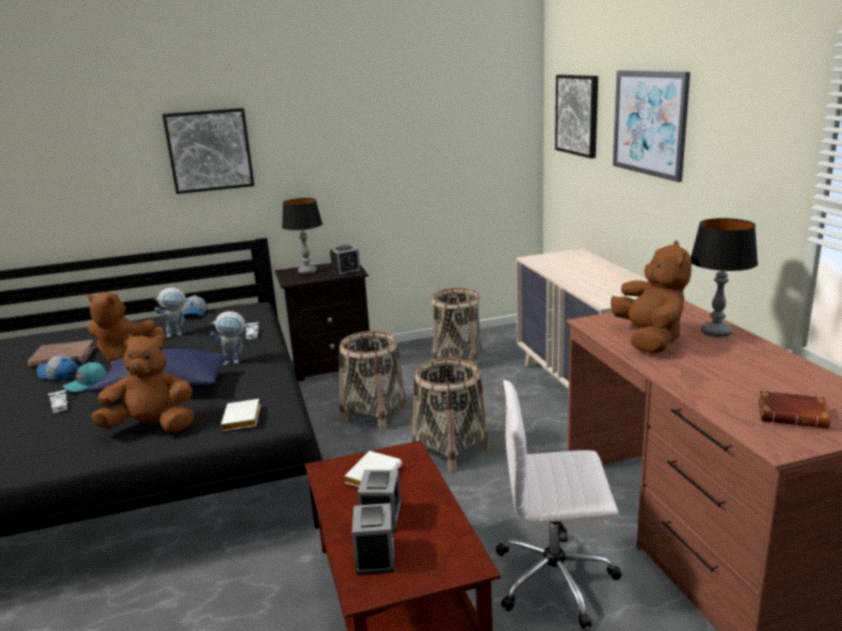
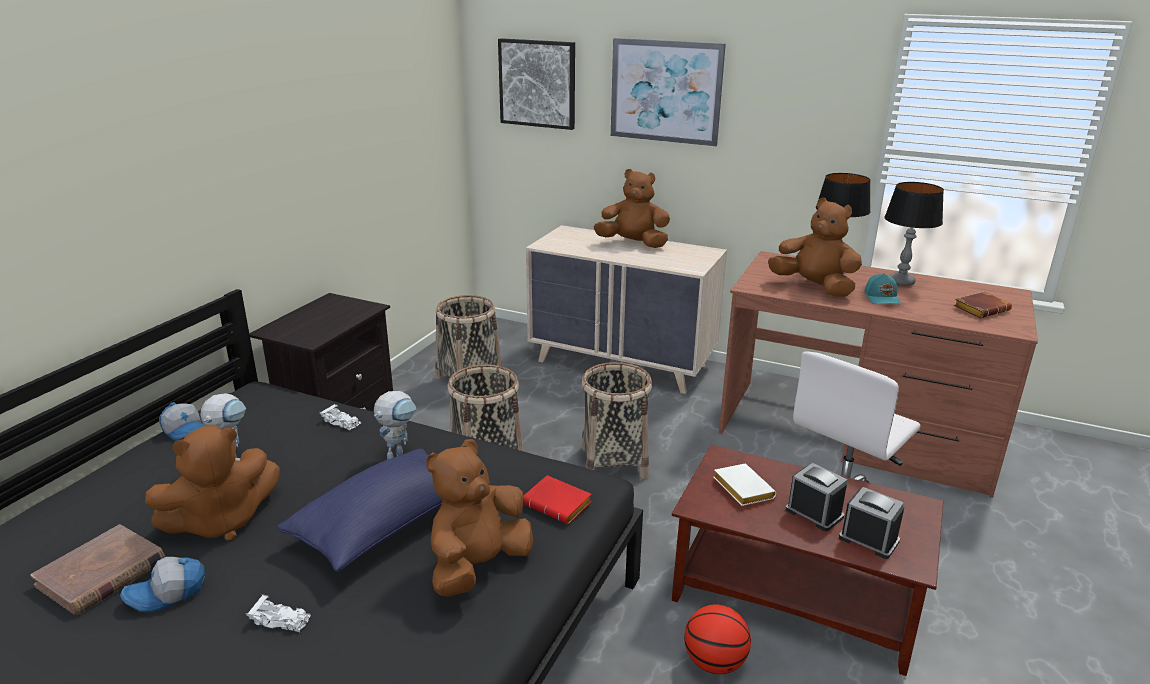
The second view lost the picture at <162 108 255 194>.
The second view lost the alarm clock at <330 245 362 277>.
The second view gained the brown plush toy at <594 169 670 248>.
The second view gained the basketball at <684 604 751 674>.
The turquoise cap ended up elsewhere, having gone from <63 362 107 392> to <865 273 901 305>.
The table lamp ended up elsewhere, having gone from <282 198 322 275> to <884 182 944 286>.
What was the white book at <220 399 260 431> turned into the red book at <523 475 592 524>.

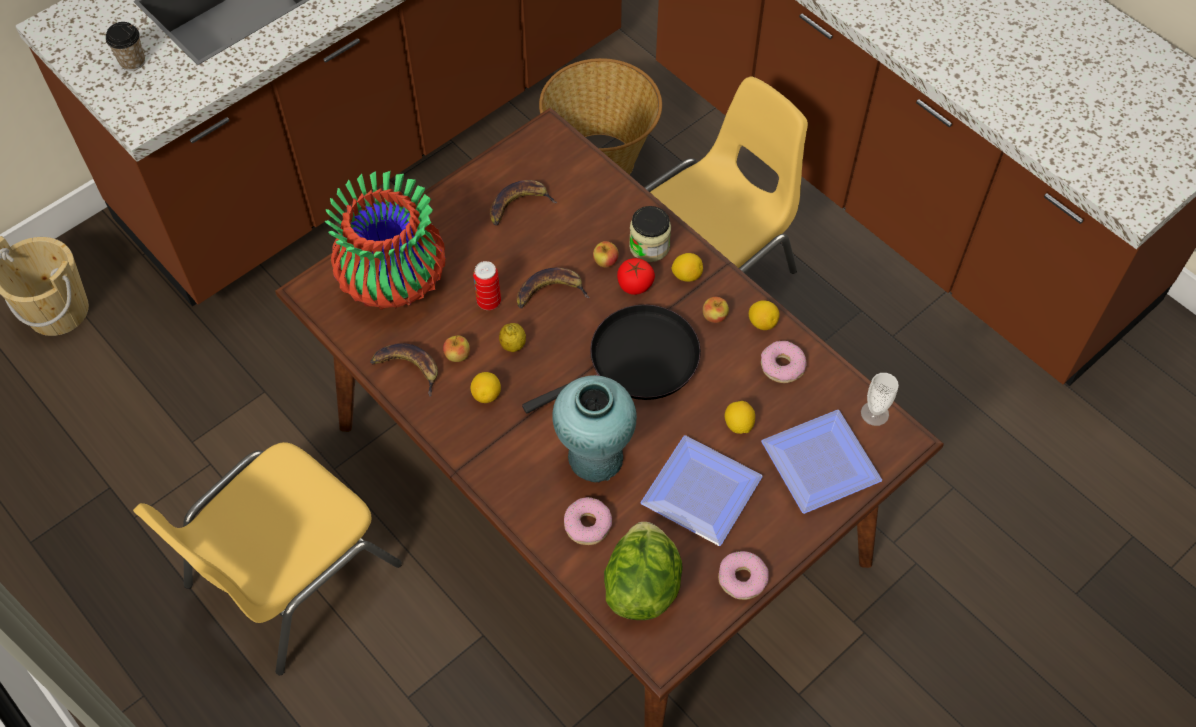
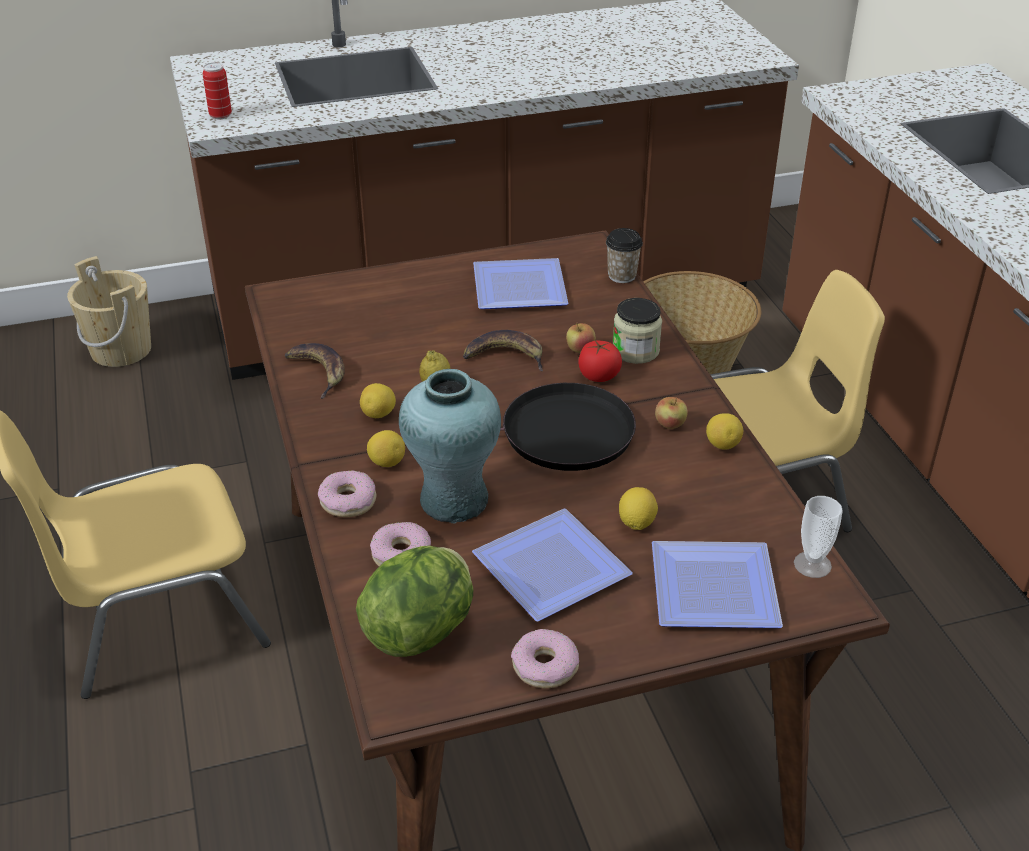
The second view lost the vase at <325 171 445 310>.
The second view lost the apple at <443 336 470 362>.
The cup ended up elsewhere, having gone from <106 22 145 71> to <606 228 643 283>.
The can ended up elsewhere, having gone from <473 261 501 310> to <203 62 232 120>.
The lemon ended up elsewhere, having gone from <671 253 703 282> to <367 430 405 467>.
The donut ended up elsewhere, having gone from <761 341 806 383> to <318 471 377 517>.
Where the banana stood at <490 180 558 225>, the plate came to stand at <473 258 569 309>.

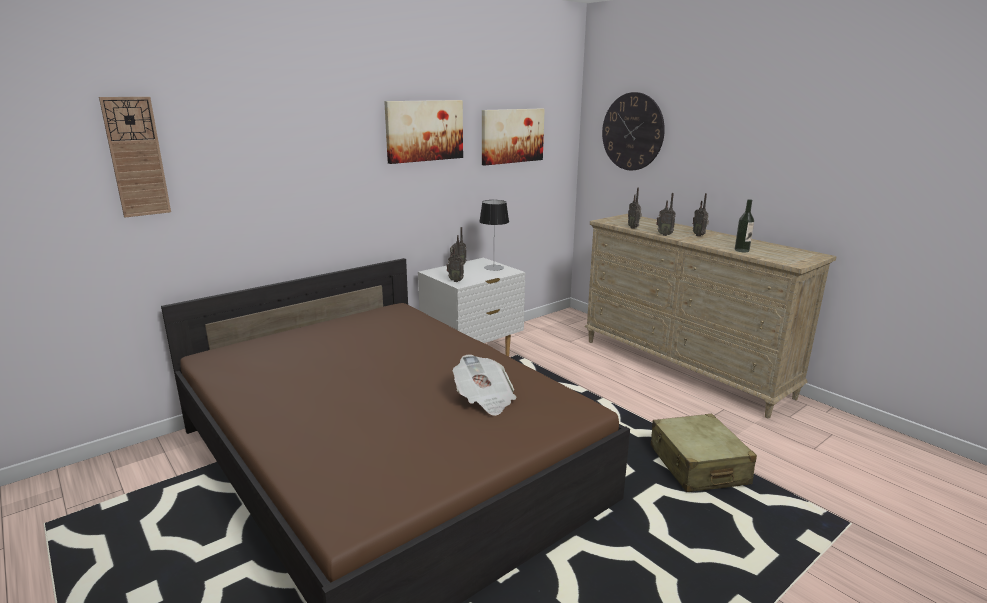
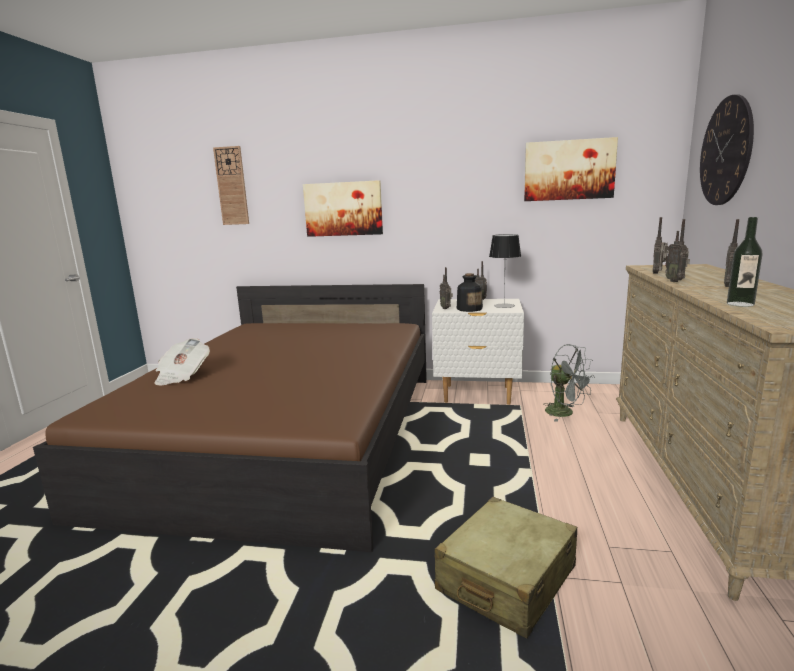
The second view gained the bottle at <457 273 483 312>.
The second view gained the grey fan at <544 344 594 422>.
The picture ended up elsewhere, having gone from <384 100 463 164> to <303 180 383 237>.
The newspaper ended up elsewhere, having gone from <453 354 517 416> to <155 338 210 385>.

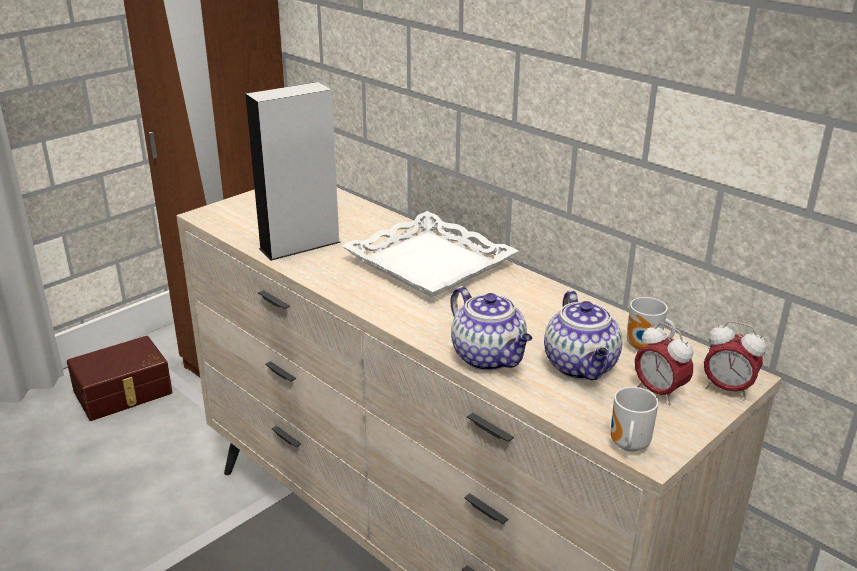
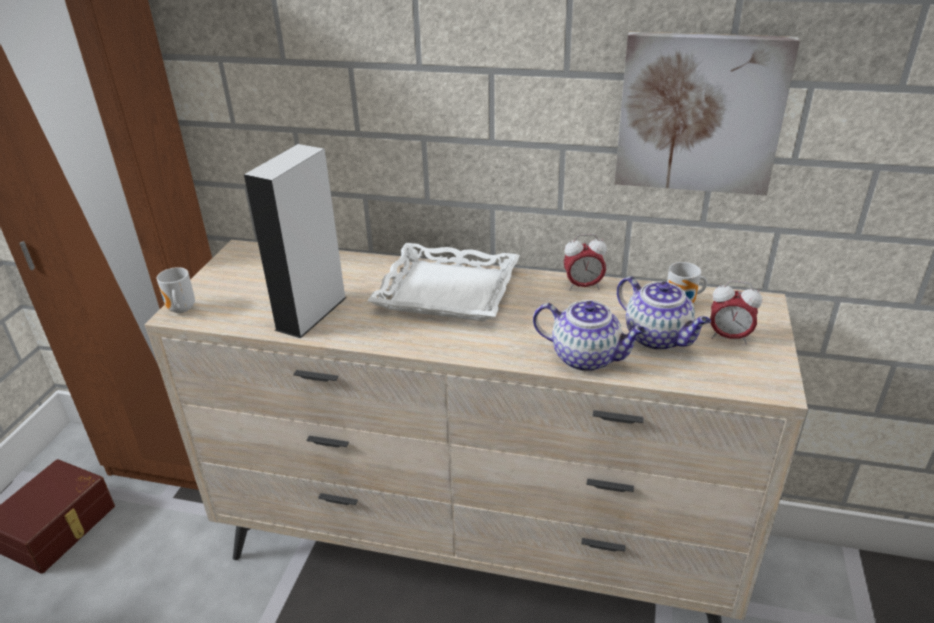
The second view gained the picture at <614 32 800 196>.
The mug ended up elsewhere, having gone from <610 387 659 452> to <156 267 195 313>.
The alarm clock ended up elsewhere, having gone from <704 321 766 400> to <564 234 607 291>.

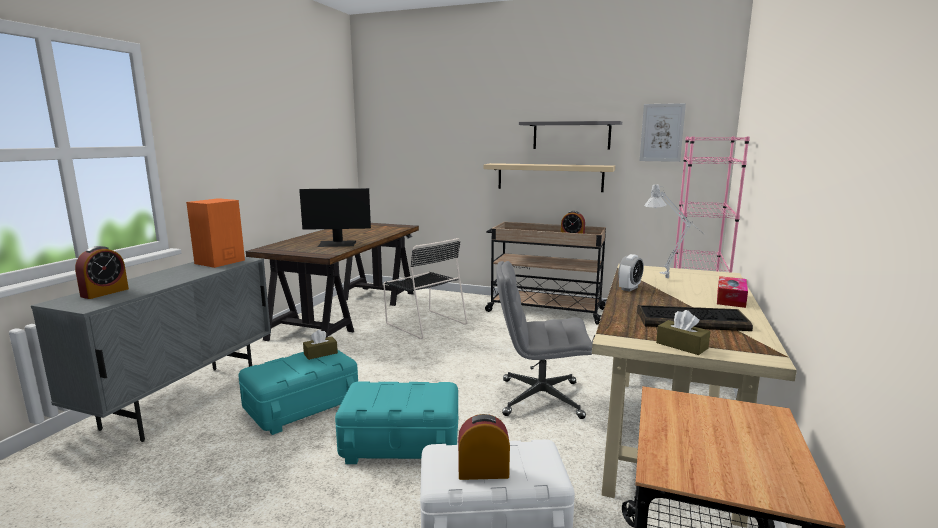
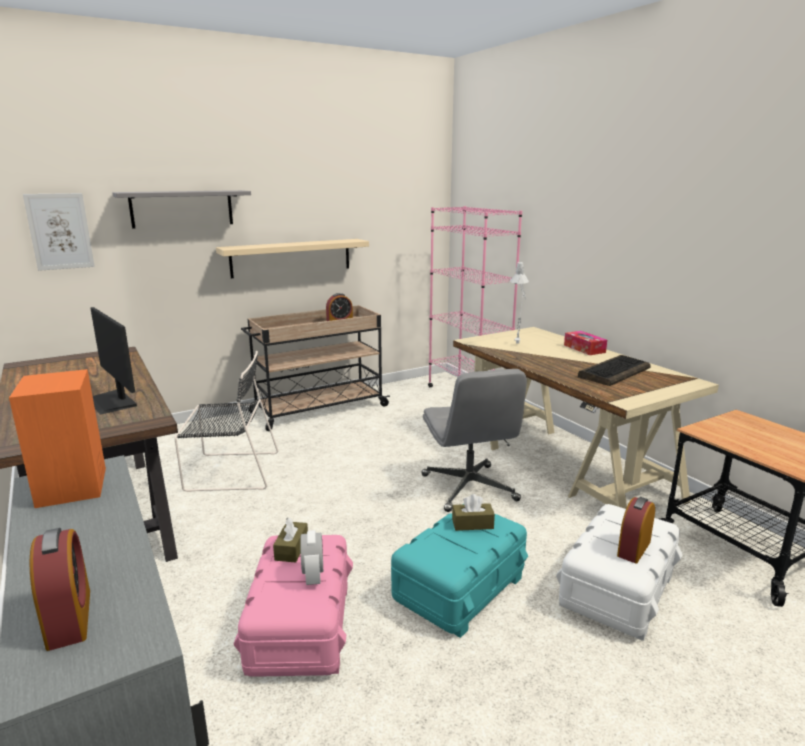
The grey shelf ended up elsewhere, having gone from <519 121 622 150> to <112 190 251 228>.
The alarm clock ended up elsewhere, having gone from <618 254 644 292> to <300 530 323 585>.
The picture ended up elsewhere, having gone from <640 103 686 162> to <23 193 95 271>.
The brown tissue box ended up elsewhere, having gone from <656 310 710 355> to <452 494 495 531>.
What was the turquoise storage box at <238 350 358 435> turned into the pink storage box at <233 535 353 677>.
The monitor at <299 188 371 247> ended up facing another way, 105 degrees clockwise from before.
The grey office chair at <496 261 592 419> ended up facing another way, 60 degrees counterclockwise from before.

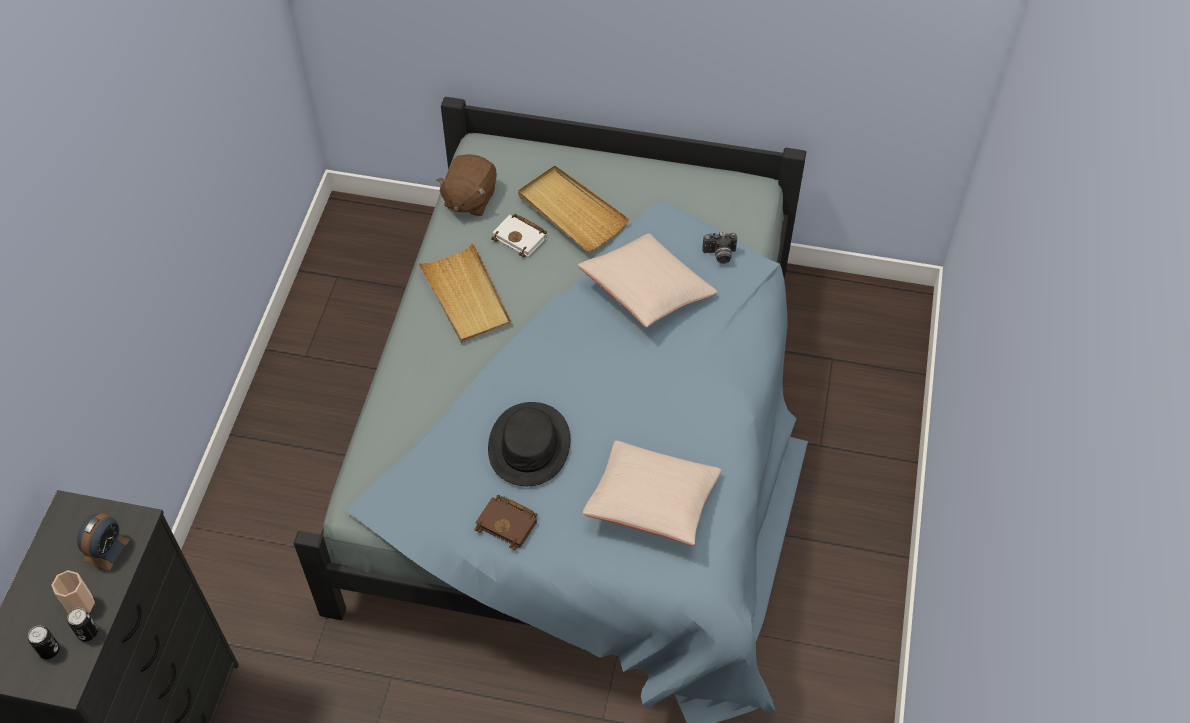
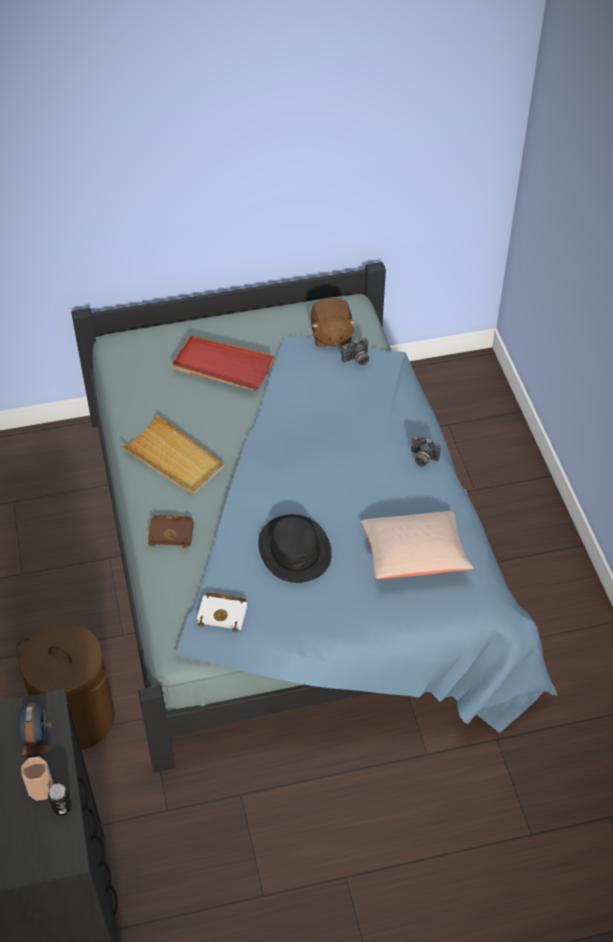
The second view lost the can at <28 626 60 659>.
The second view lost the beige pillow at <578 233 717 327>.
The second view gained the brown laundry basket at <16 624 115 750>.
The second view gained the photo camera at <411 436 441 467>.
The brown plush toy ended up elsewhere, having gone from <436 154 497 216> to <311 298 357 347>.
The brown book ended up elsewhere, having gone from <474 495 538 550> to <148 515 194 548>.
The white book ended up elsewhere, having gone from <491 214 547 257> to <197 592 247 632>.
What was the beige tray at <518 165 629 251> turned into the red tray at <172 336 274 391>.

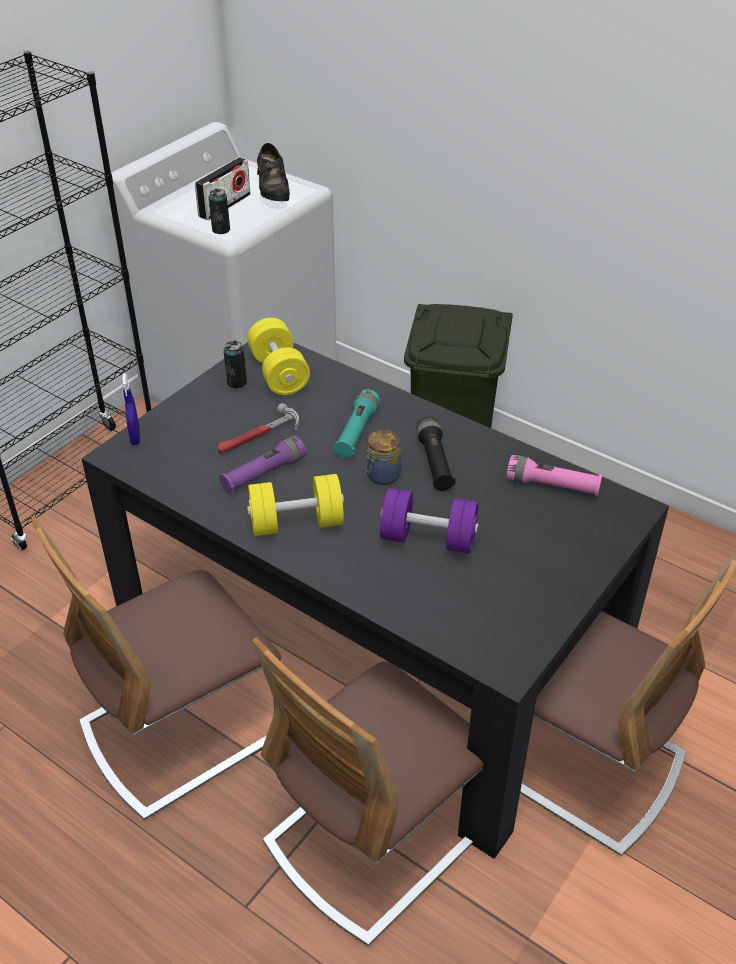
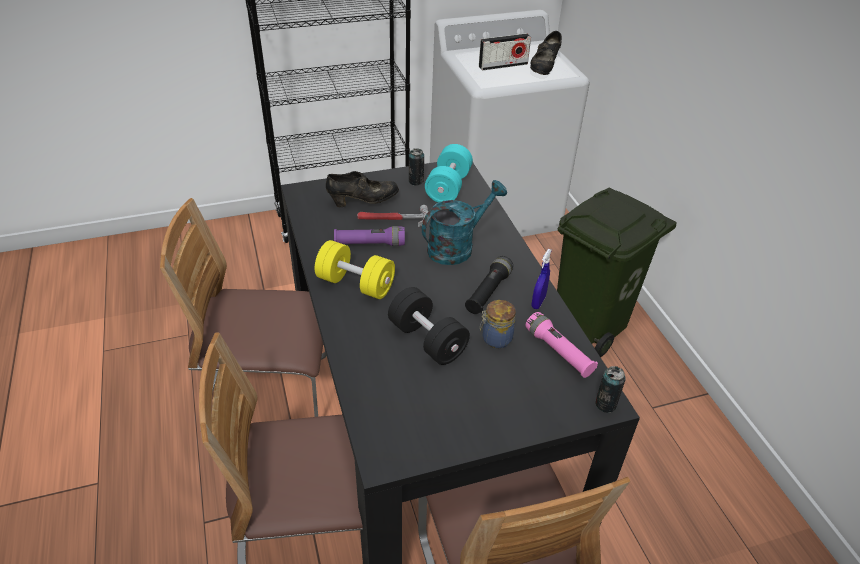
The second view gained the black shoe at <326 171 399 207>.
The blue spray bottle ended up elsewhere, having gone from <122 373 140 445> to <531 249 552 309>.
The can ended up elsewhere, having gone from <209 189 230 234> to <595 366 626 413>.
The jar ended up elsewhere, having gone from <366 430 401 485> to <480 300 516 348>.
Where the turquoise flashlight stood at <334 389 380 458>, the turquoise watering can came to stand at <422 180 507 265>.
What was the yellow dumbbell at <247 318 310 395> turned into the turquoise dumbbell at <425 144 473 203>.
What was the purple dumbbell at <380 488 479 554> turned into the black dumbbell at <388 287 470 365>.

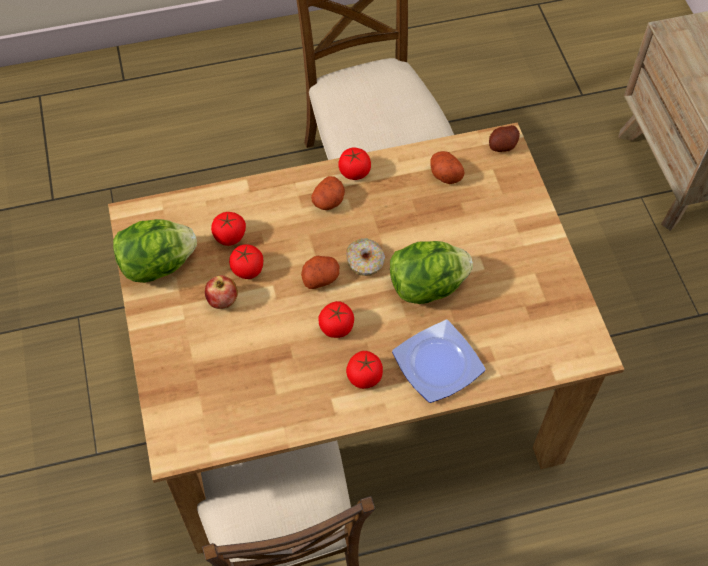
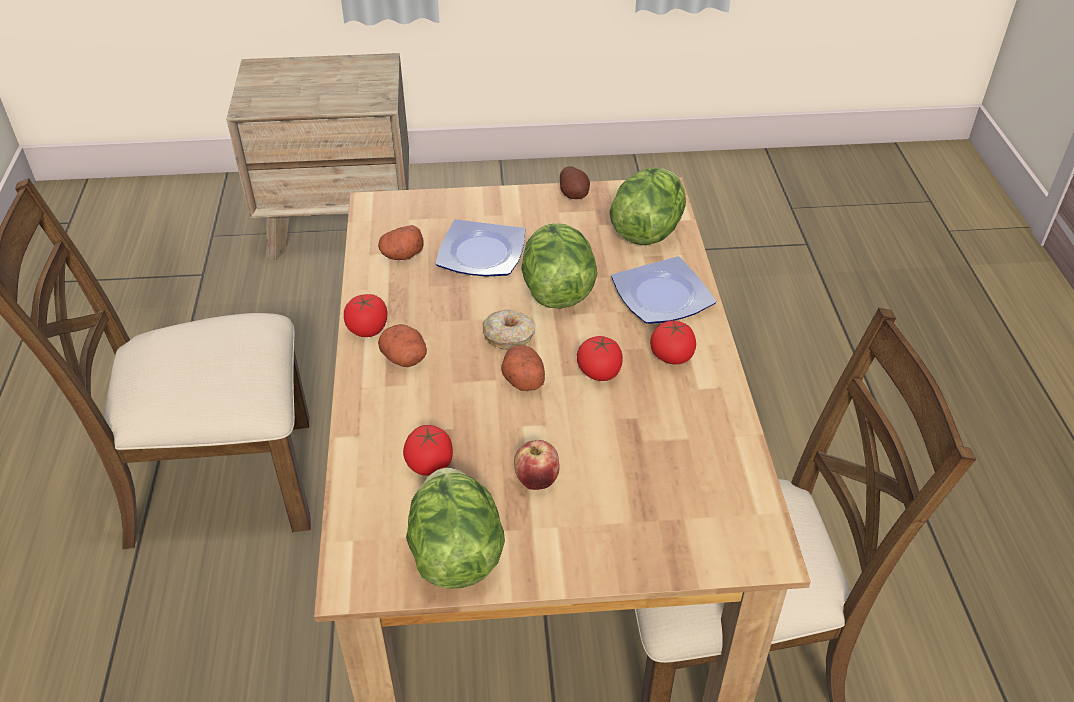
The second view lost the tomato at <229 245 263 279>.
The second view gained the plate at <435 219 525 276>.
The second view gained the lettuce at <609 168 686 245>.
The potato ended up elsewhere, having gone from <489 125 520 152> to <560 166 590 199>.

